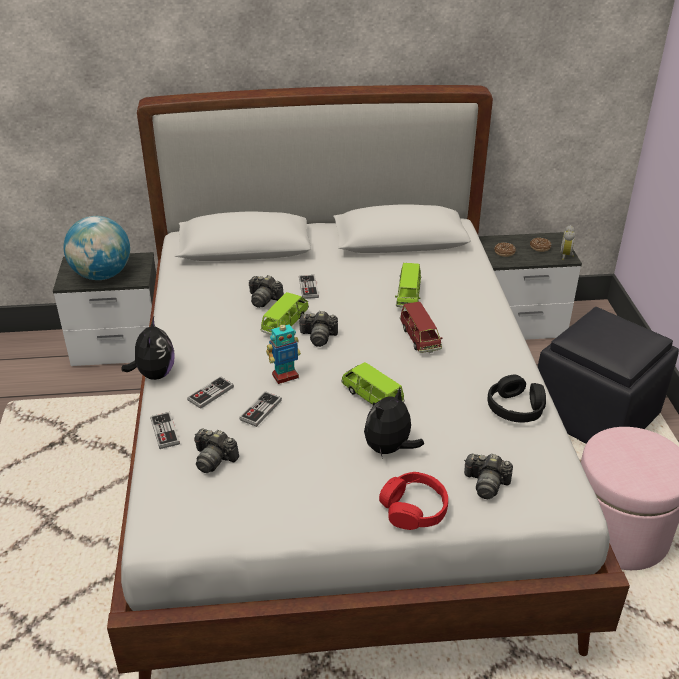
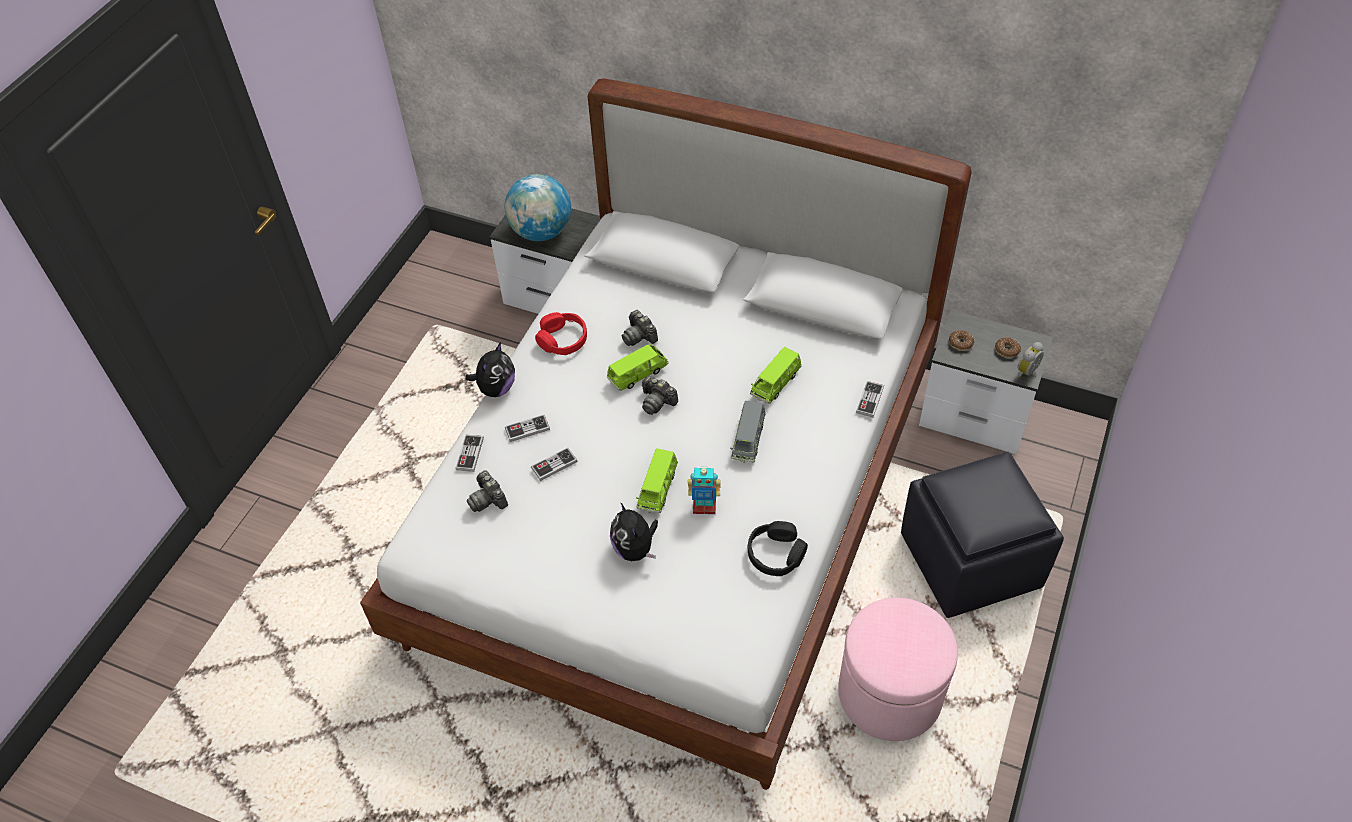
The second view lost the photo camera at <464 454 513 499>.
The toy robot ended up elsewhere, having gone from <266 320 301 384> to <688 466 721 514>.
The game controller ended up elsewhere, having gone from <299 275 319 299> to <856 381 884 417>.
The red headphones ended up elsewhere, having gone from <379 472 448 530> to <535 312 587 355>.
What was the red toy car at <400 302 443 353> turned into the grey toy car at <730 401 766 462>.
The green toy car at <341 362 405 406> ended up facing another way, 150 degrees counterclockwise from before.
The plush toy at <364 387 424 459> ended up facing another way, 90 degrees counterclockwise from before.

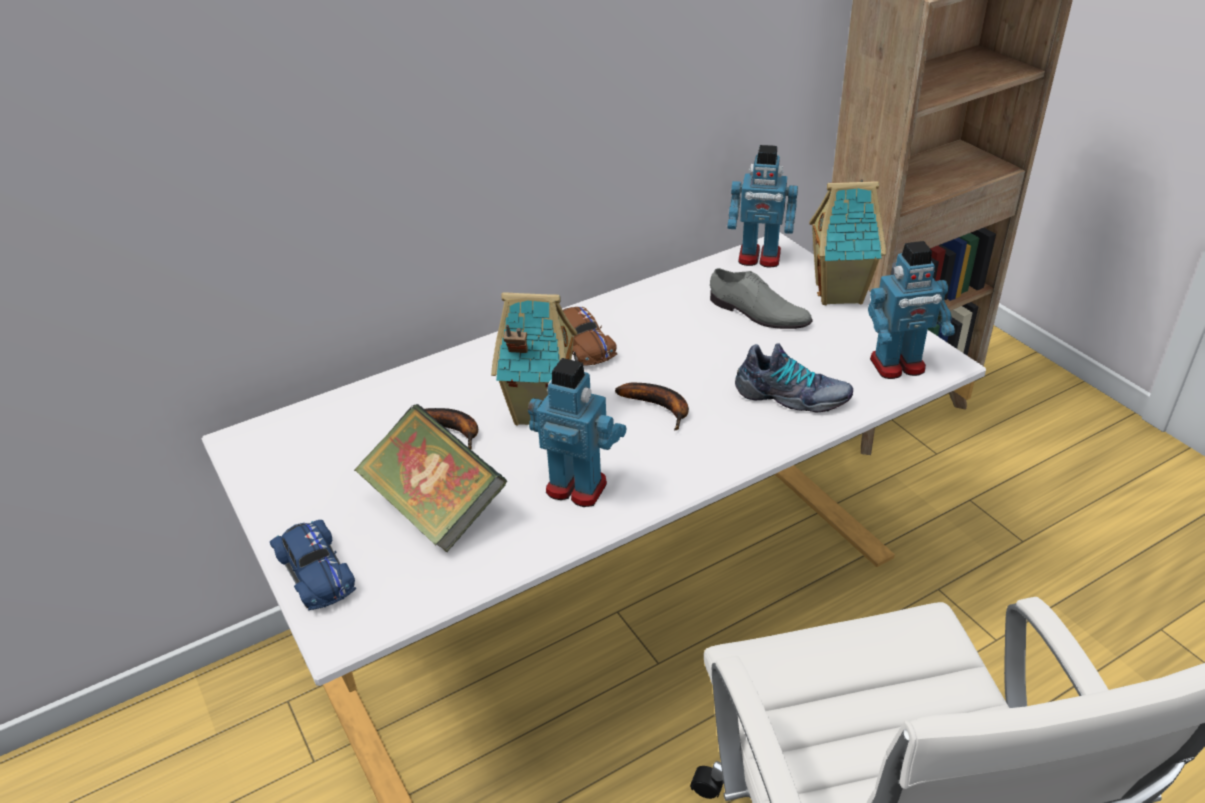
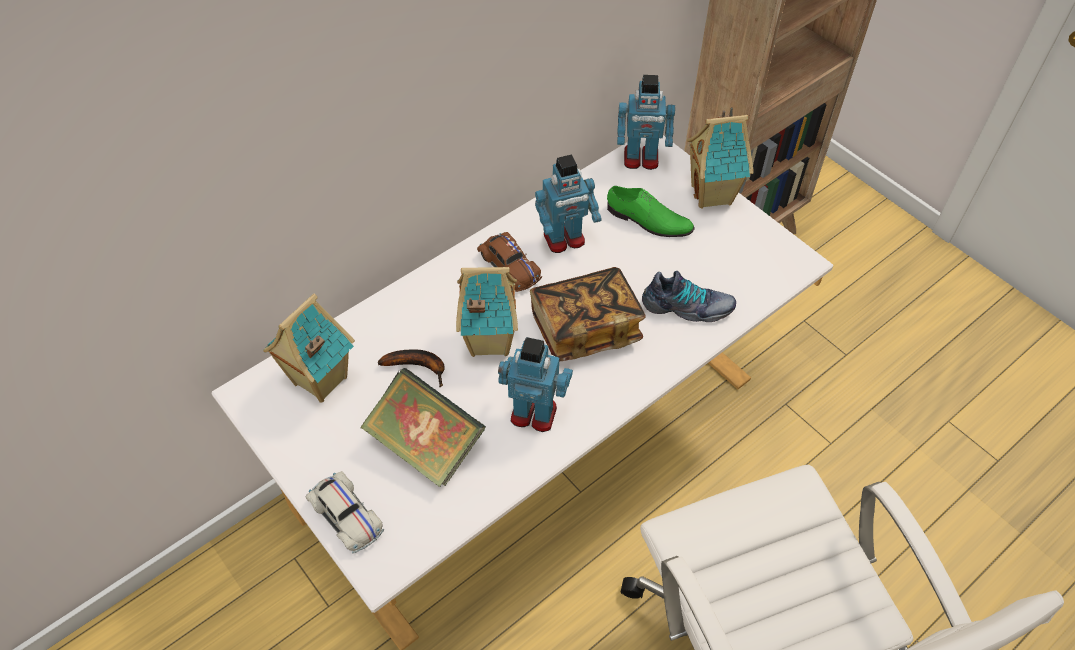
The second view gained the toy house at <263 293 355 403>.
The toy robot ended up elsewhere, having gone from <868 241 955 379> to <535 154 602 253>.
Where the banana stood at <615 383 689 430>, the book came to stand at <530 267 646 361>.
What was the blue toy car at <270 520 356 610> turned into the white toy car at <306 471 385 553>.
What was the grey shoe at <710 268 813 329> turned into the green shoe at <607 186 695 237>.

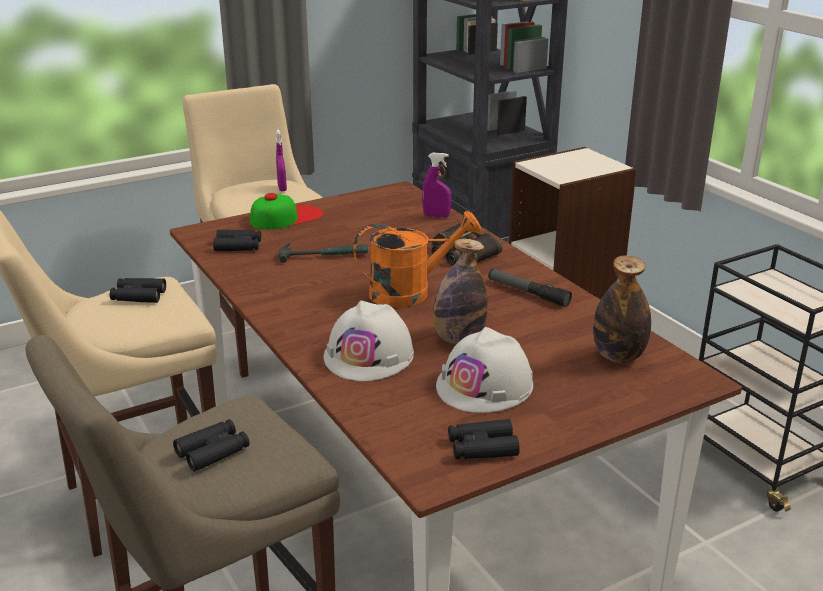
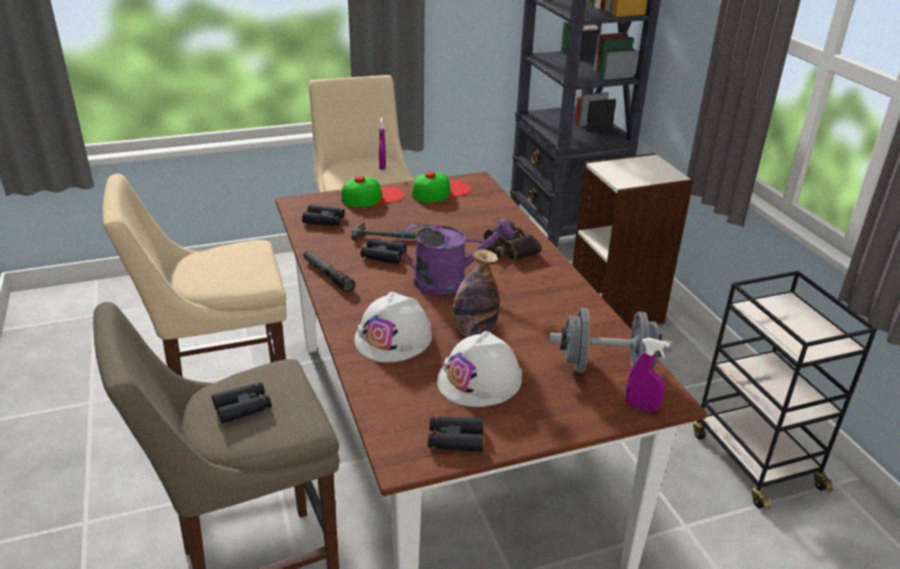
The second view gained the cap at <412 171 471 202>.
The black binoculars ended up elsewhere, having gone from <110 278 166 303> to <361 239 407 264>.
The purple spray bottle ended up elsewhere, having gone from <422 153 452 218> to <626 338 670 412>.
The flashlight ended up elsewhere, having gone from <488 269 572 307> to <304 251 355 292>.
Where the bottle stood at <593 255 651 363>, the grey dumbbell came to stand at <549 308 673 373>.
What was the orange watering can at <353 211 481 308> turned into the purple watering can at <401 218 514 295>.

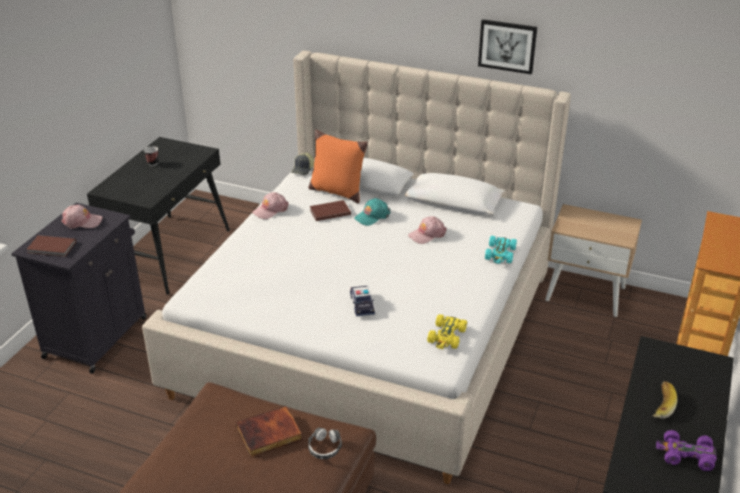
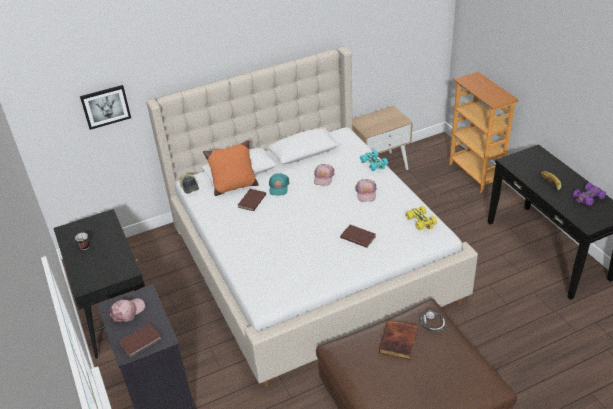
The pink cap ended up elsewhere, having gone from <252 192 289 219> to <355 179 376 201>.
The picture ended up elsewhere, having gone from <478 19 537 74> to <80 85 131 130>.
Where the toy car stood at <350 286 375 317>, the brown book came to stand at <340 225 376 248>.

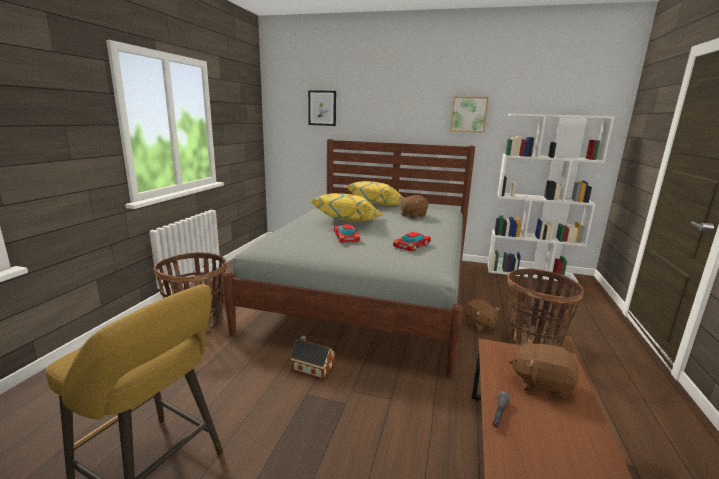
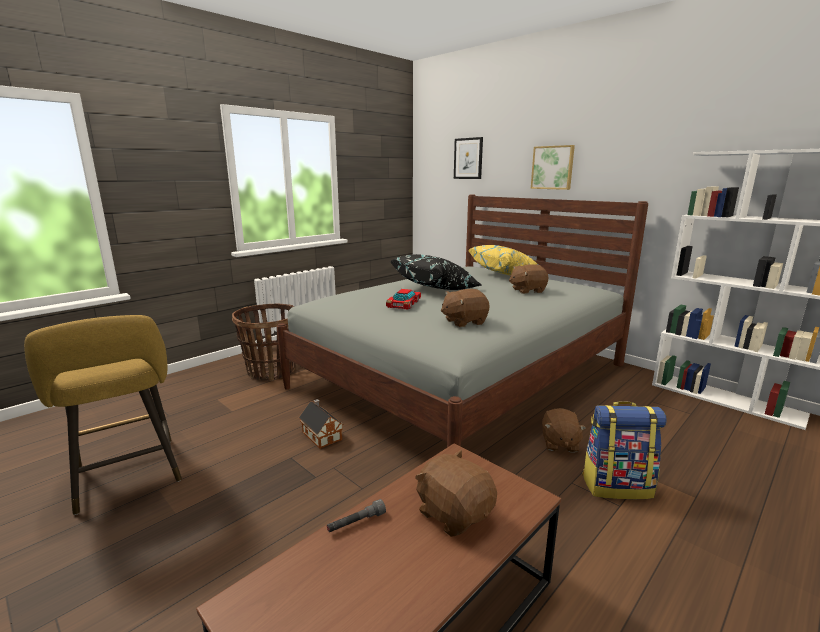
The picture ended up elsewhere, having gone from <450 96 489 133> to <531 145 575 190>.
Where the toy car stood at <393 232 431 251>, the brown plush toy came to stand at <441 289 489 327>.
Where the basket stood at <507 269 584 347>, the backpack came to stand at <582 401 667 499>.
What was the yellow pillow at <311 193 383 221> turned into the black pillow at <390 254 481 290>.

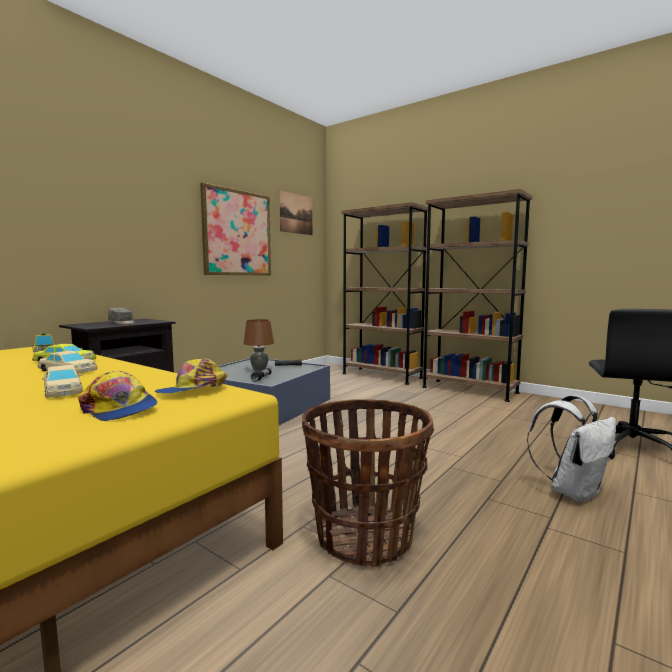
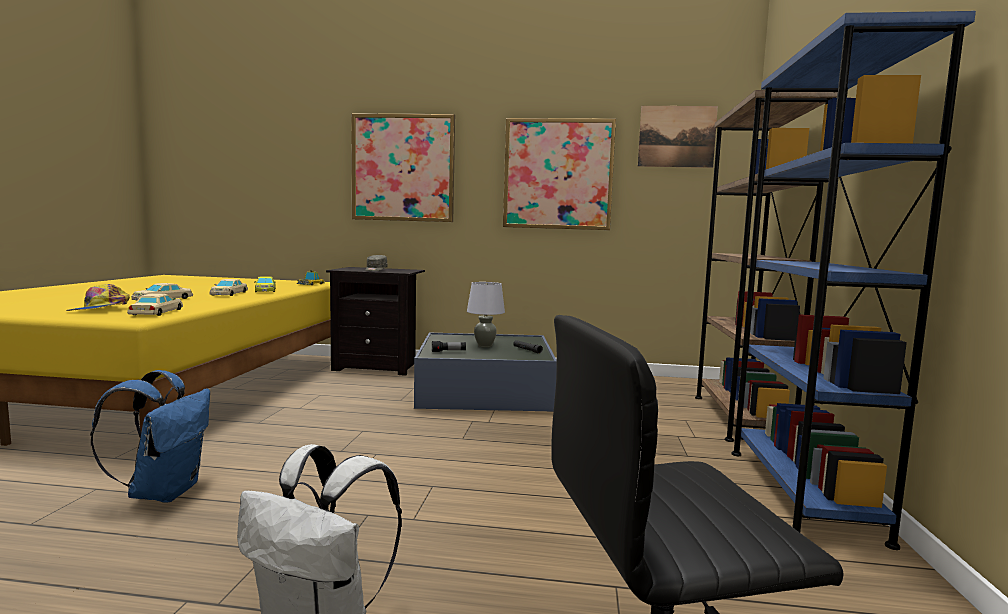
The second view gained the picture at <351 113 455 222>.
Where the cap stood at <155 359 228 393>, the beige toy car came to stand at <127 294 183 316>.
Where the basket stood at <302 399 434 567>, the blue backpack came to stand at <90 370 210 502>.
What was the brown table lamp at <243 319 274 372> turned into the grey table lamp at <467 282 505 348>.
What was the brown bookcase at <422 189 532 402> turned into the blue bookcase at <731 11 976 550>.

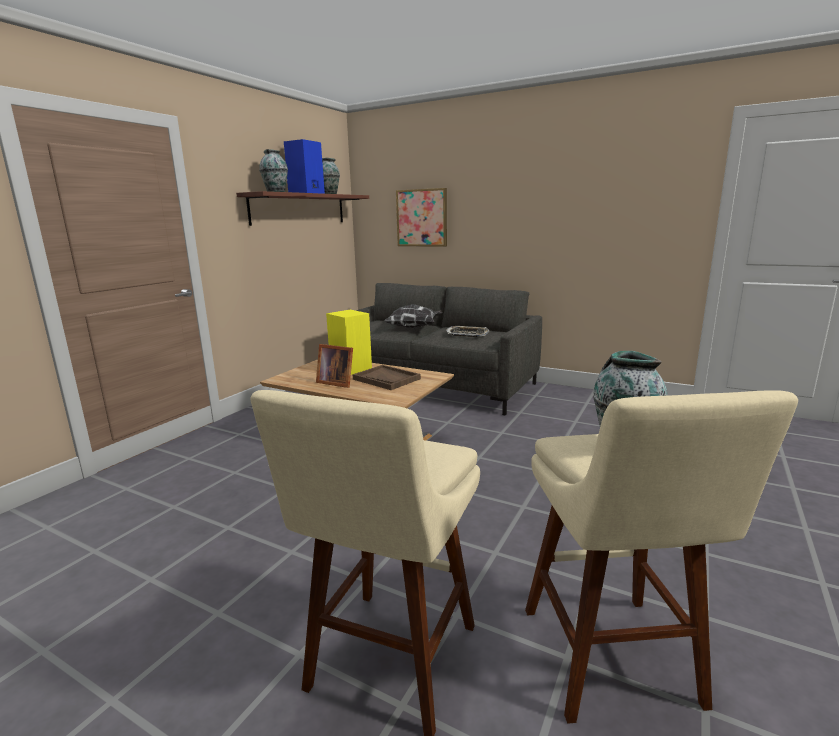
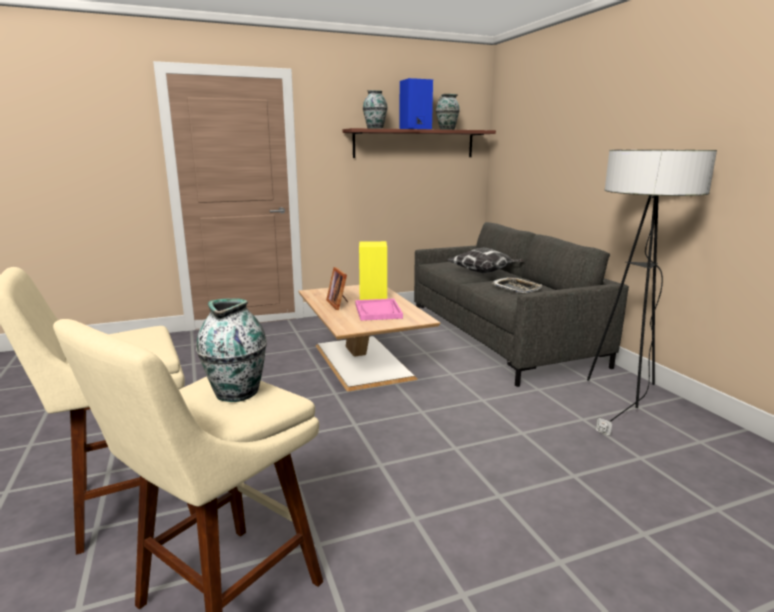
The second view lost the picture at <396 188 447 247>.
The second view gained the floor lamp at <587 150 717 435>.
What was the brown tray at <353 365 421 390> turned into the pink tray at <355 299 403 321>.

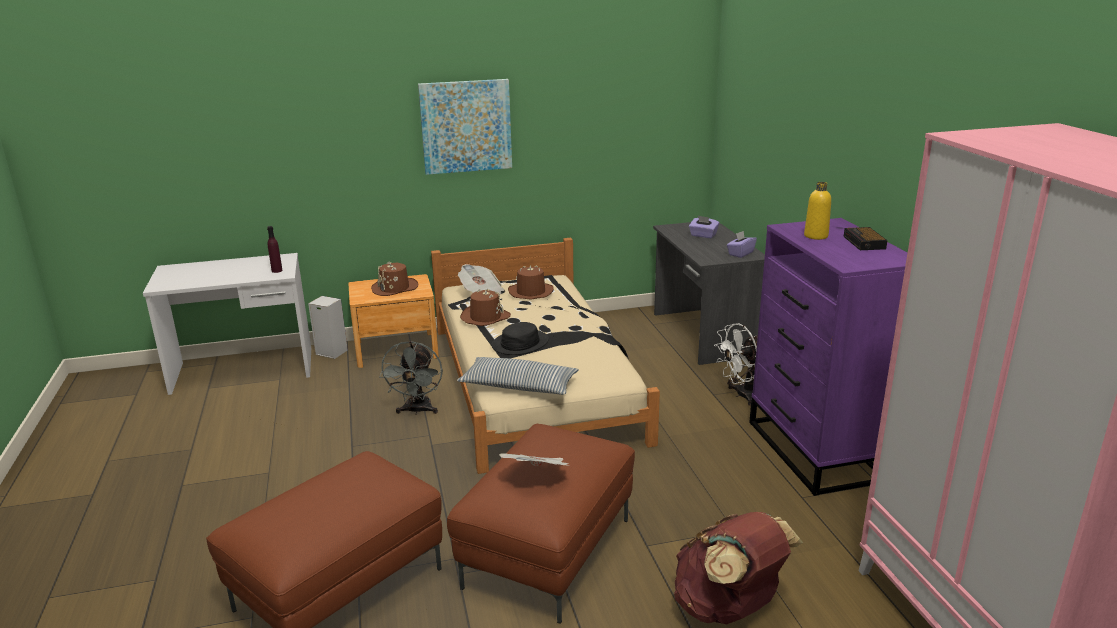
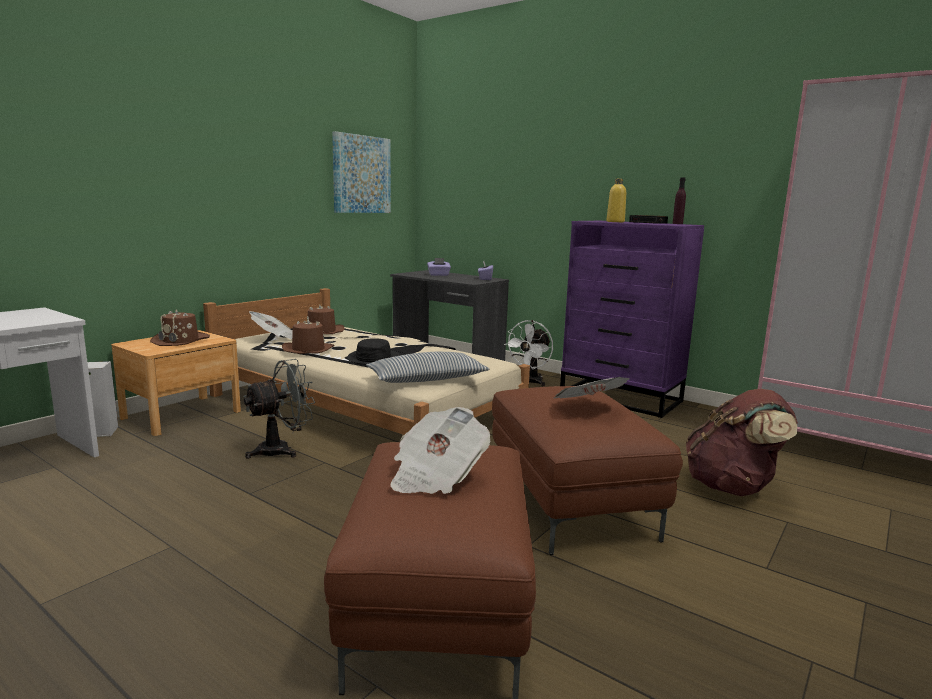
The second view gained the newspaper at <390 407 490 494>.
The purple bottle ended up elsewhere, having gone from <267 226 282 273> to <673 177 686 224>.
The picture ended up elsewhere, having gone from <418 79 512 175> to <332 131 391 213>.
The grey fan at <379 341 443 415> ended up facing another way, 90 degrees counterclockwise from before.

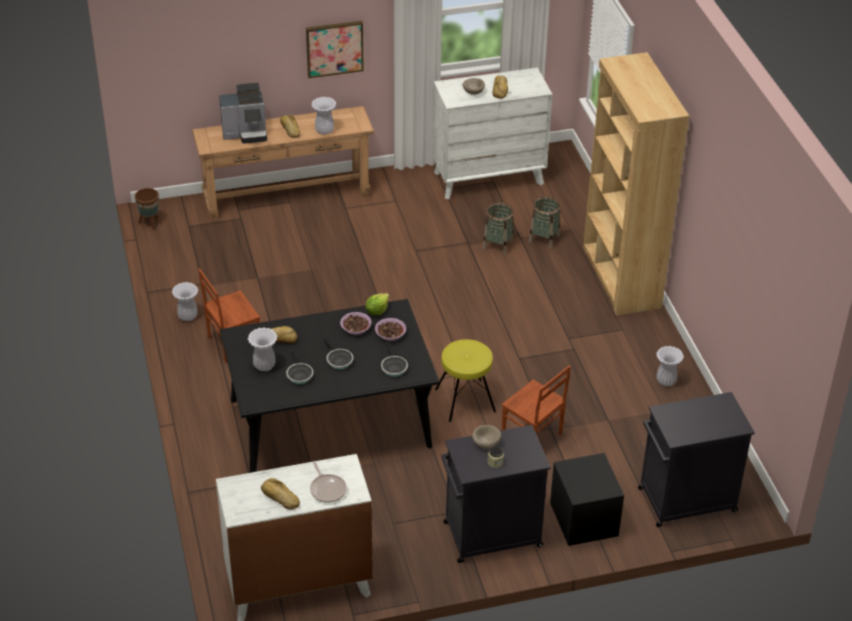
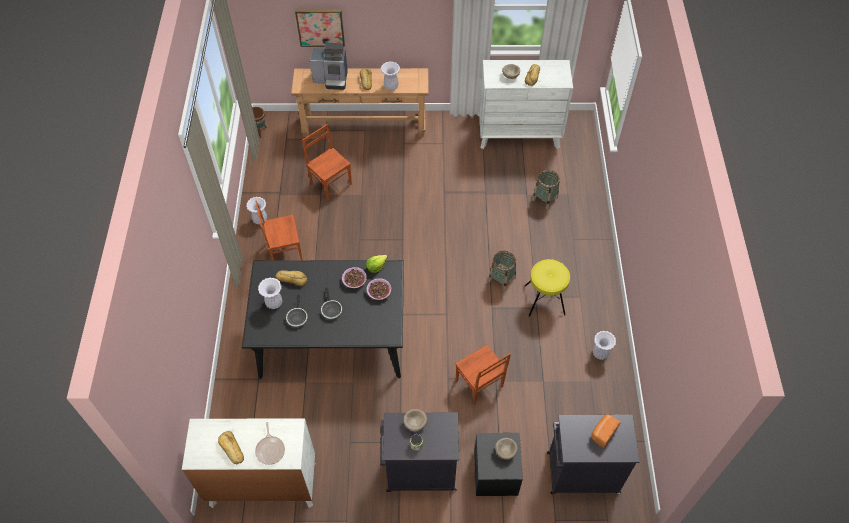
The second view lost the frying pan at <381 343 408 377>.
The second view lost the brown bookcase at <583 52 689 316>.
The second view gained the brown chair at <302 124 352 200>.
The second view gained the beige bowl at <495 438 518 460>.
The second view gained the bread at <591 414 621 448>.
The picture ended up elsewhere, having gone from <306 21 364 78> to <295 9 345 47>.
The yellow stool ended up elsewhere, having gone from <435 339 496 422> to <525 259 570 317>.
The basket ended up elsewhere, having gone from <483 202 514 255> to <488 251 516 291>.

